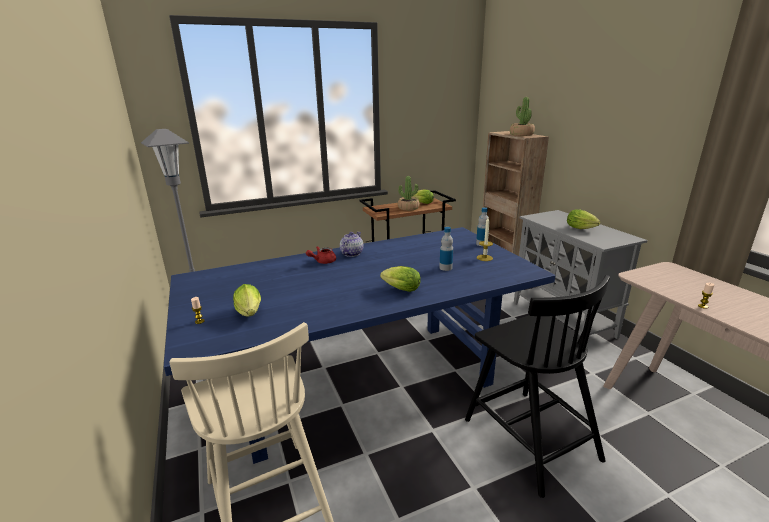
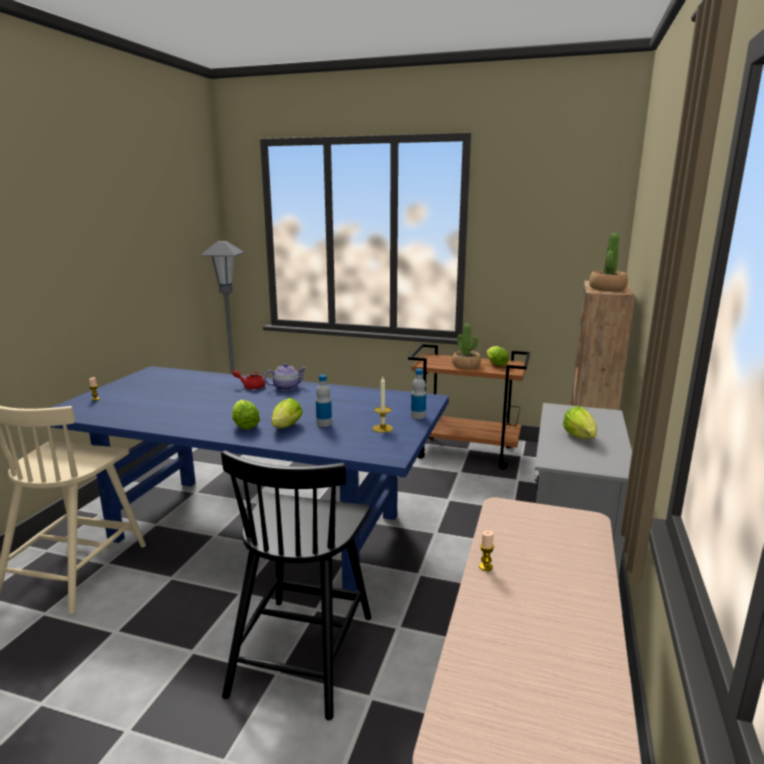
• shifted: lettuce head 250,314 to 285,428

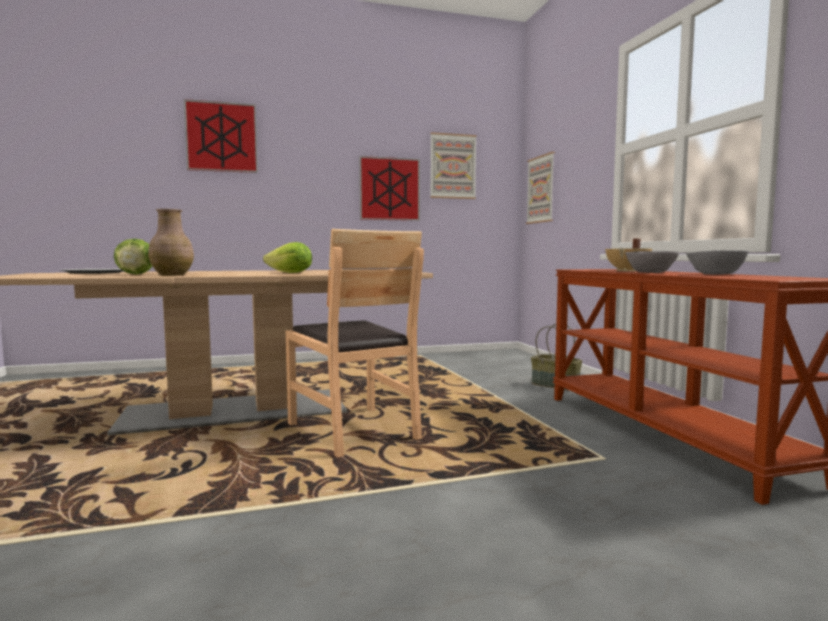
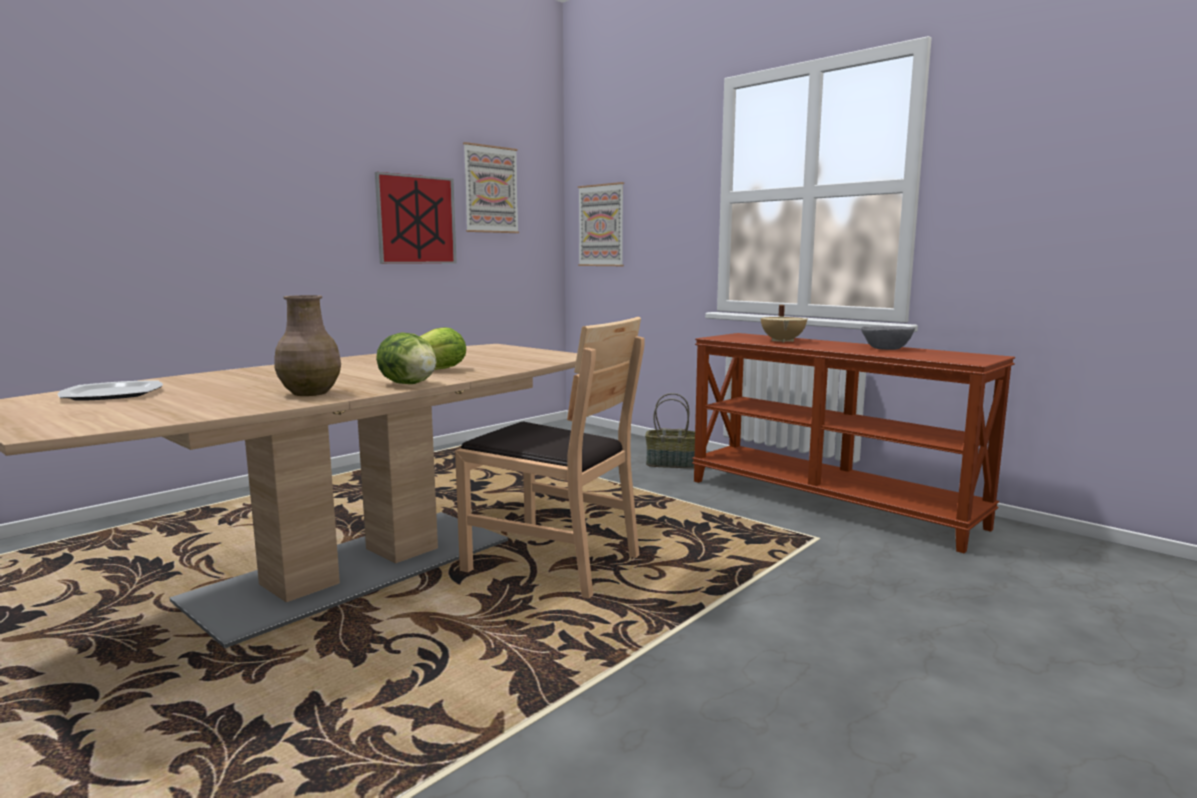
• shifted: lettuce head 135,274 to 409,384
• gone: wall art 221,137
• gone: gray deep dish 650,272

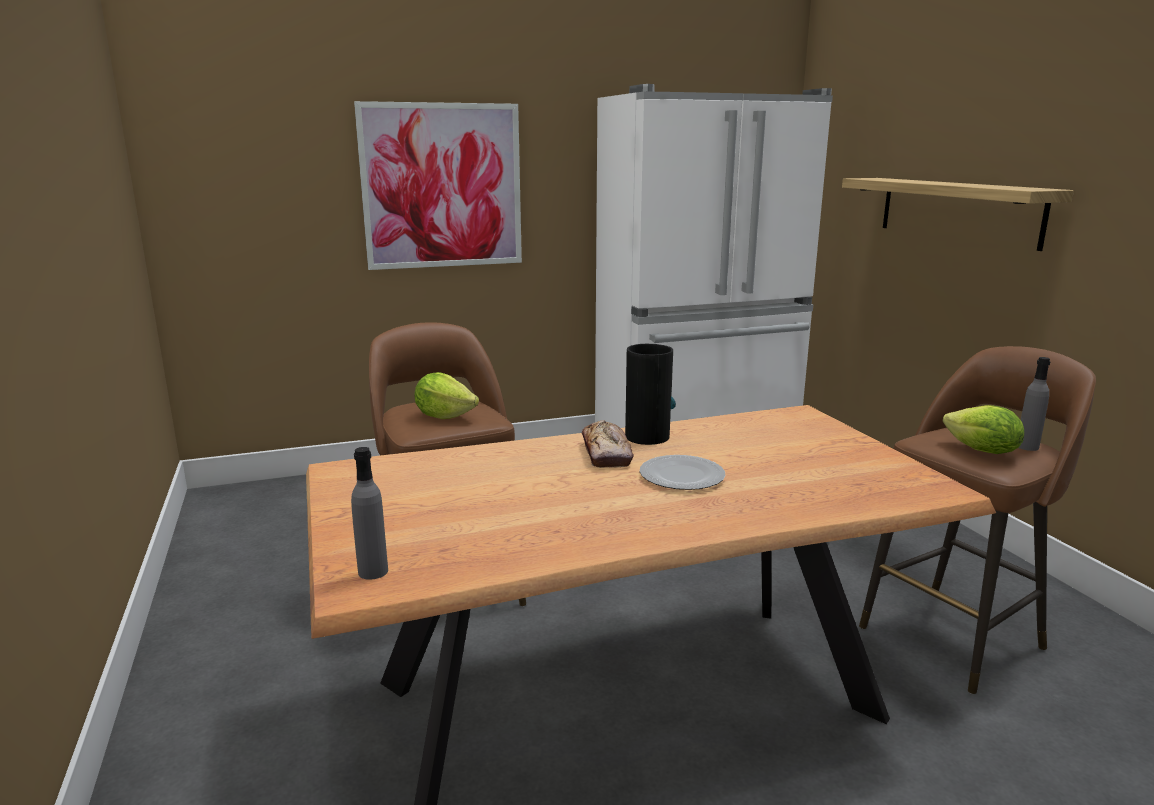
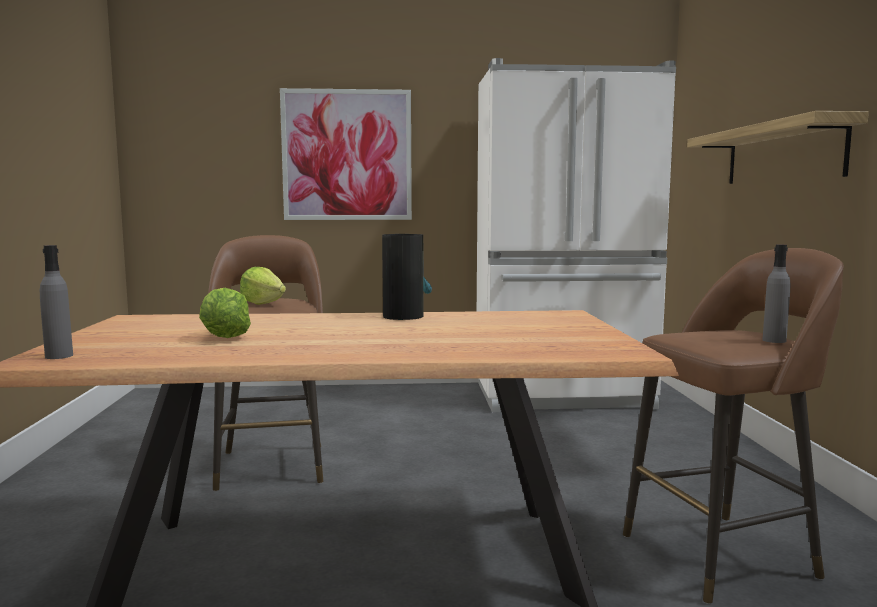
• gone: baked bread 606,454
• gone: flat dish 683,476
• shifted: lettuce head 982,451 to 224,337

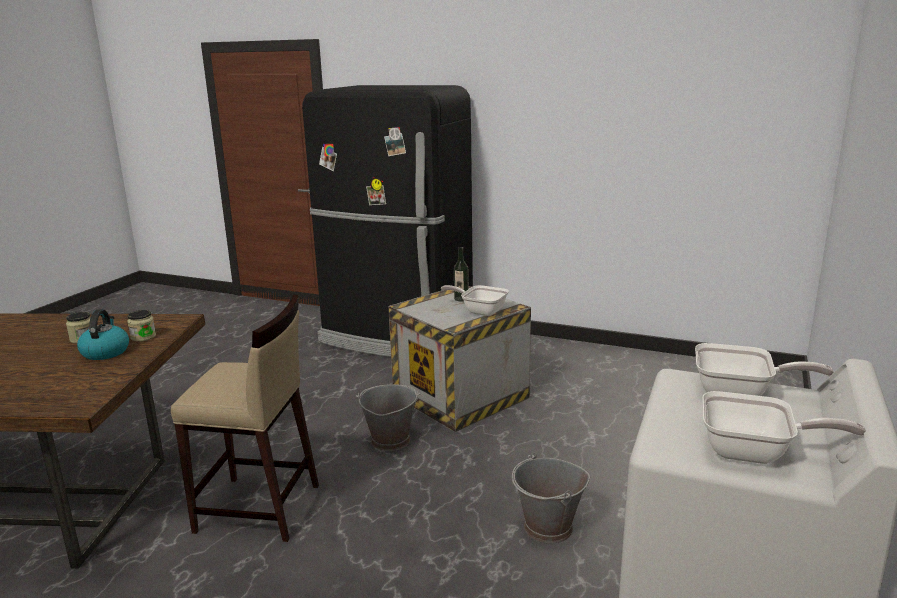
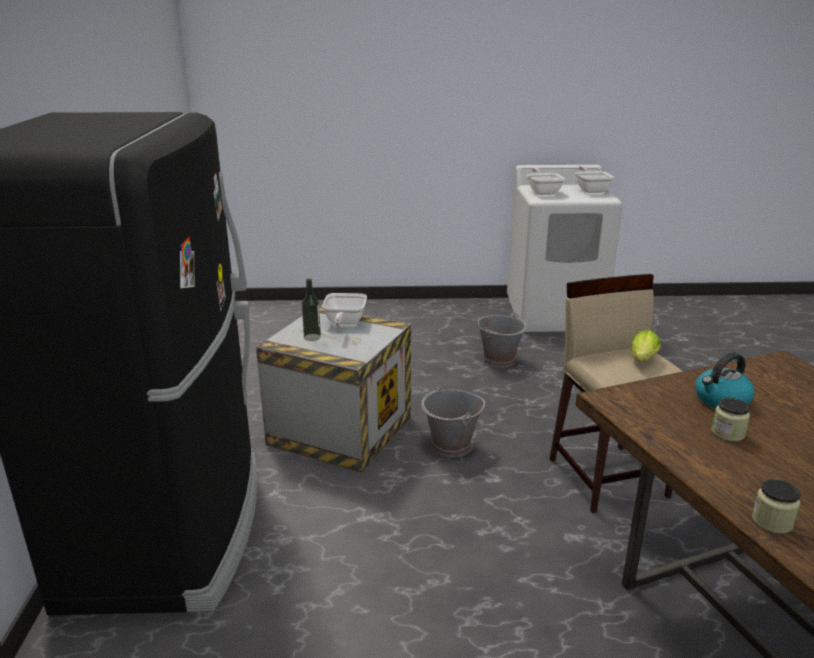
• shifted: jar 143,337 to 772,521
• new: lettuce head 642,361

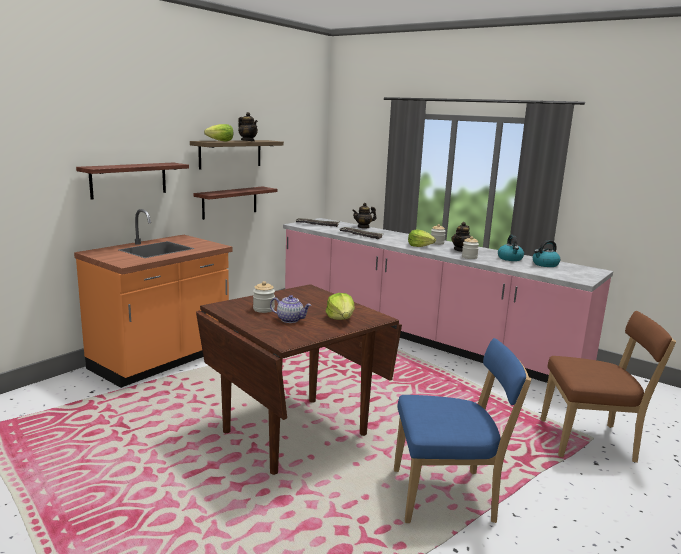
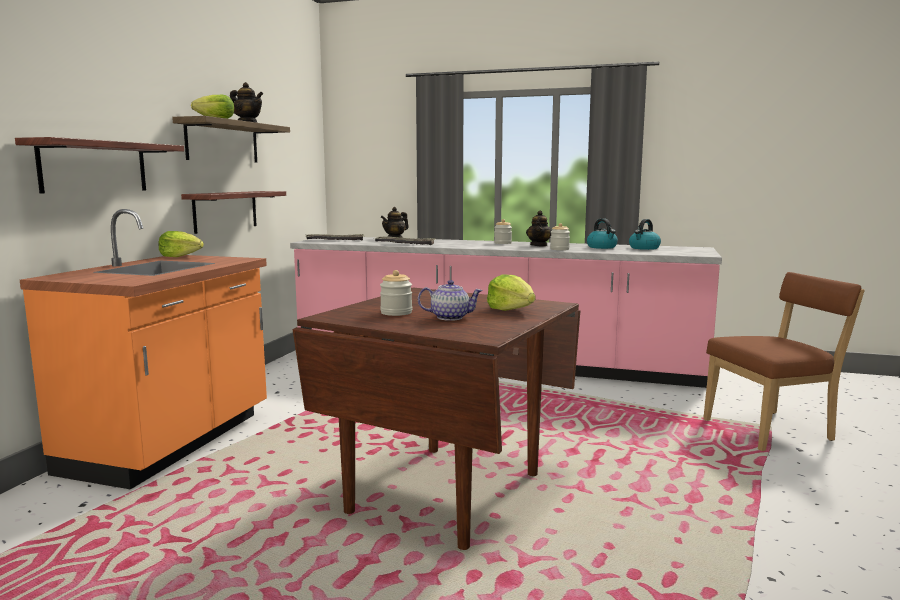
• gone: blue plain chair 448,496
• shifted: lettuce head 420,246 to 180,256

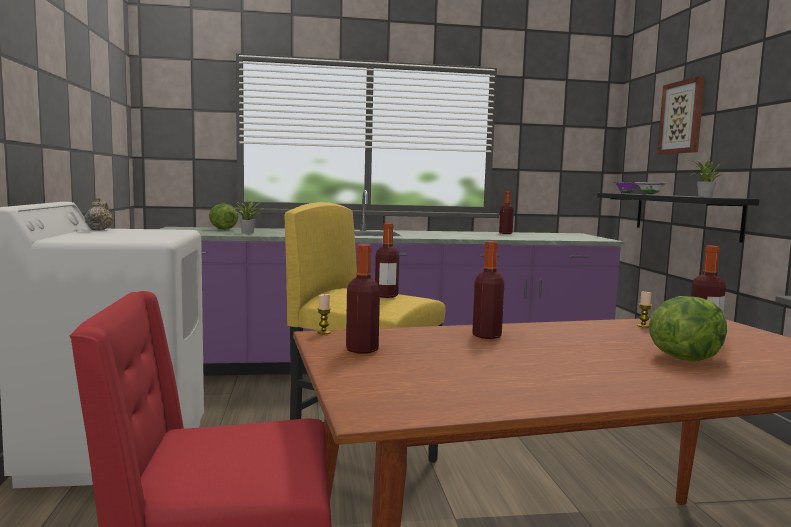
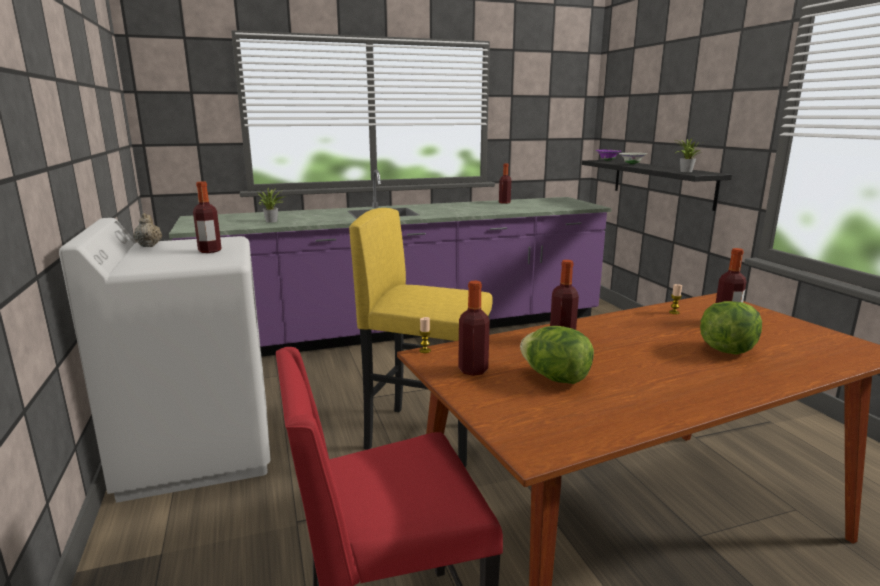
• shifted: lettuce head 222,229 to 555,378
• shifted: drink bottle 386,296 to 210,251
• gone: wall art 682,117

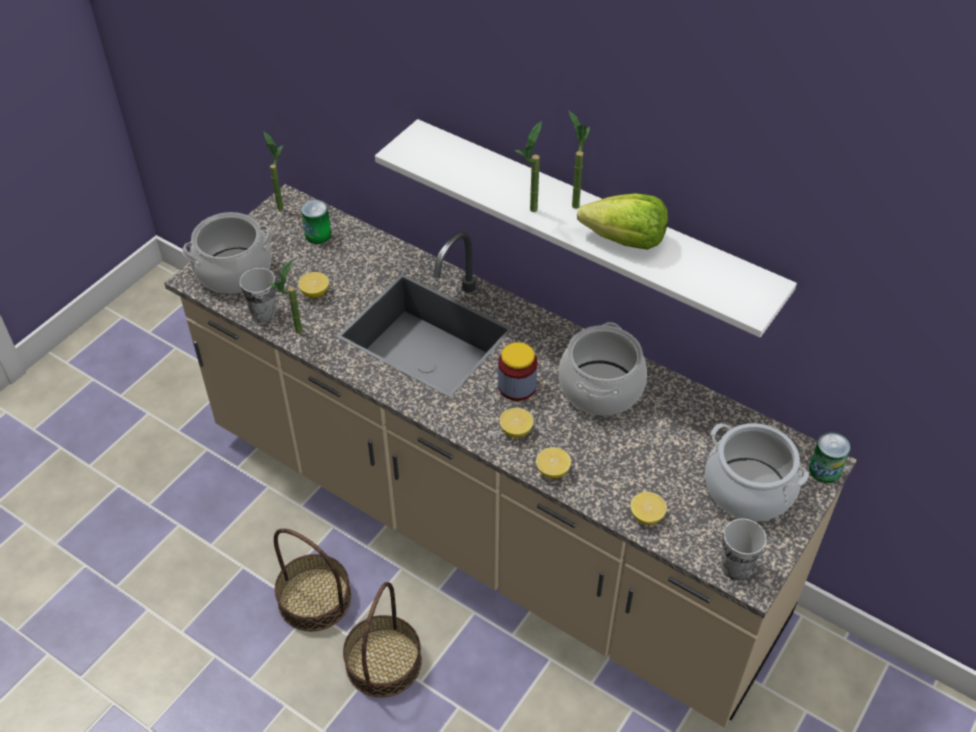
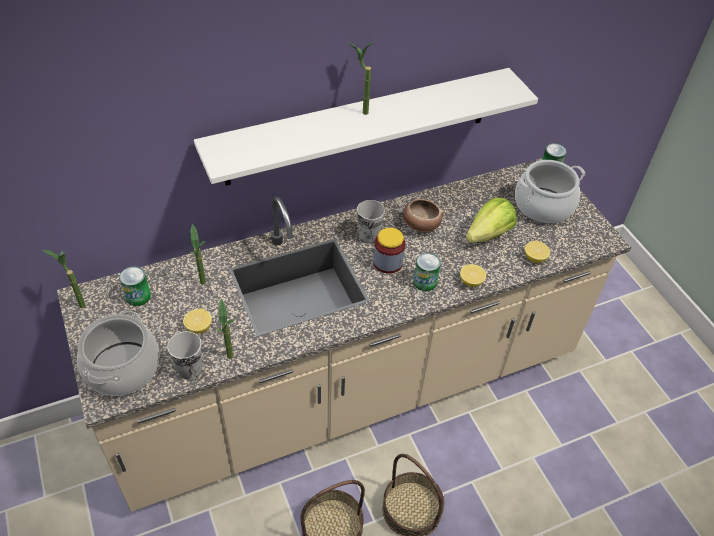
• swapped: whole lemon 516,430 to sealed can 425,282
• shifted: houseplant 530,214 to 205,286
• swapped: stockpot 600,388 to deep dish 420,225
• shifted: lettuce head 625,241 to 488,234
• shifted: cup 736,566 to 369,236

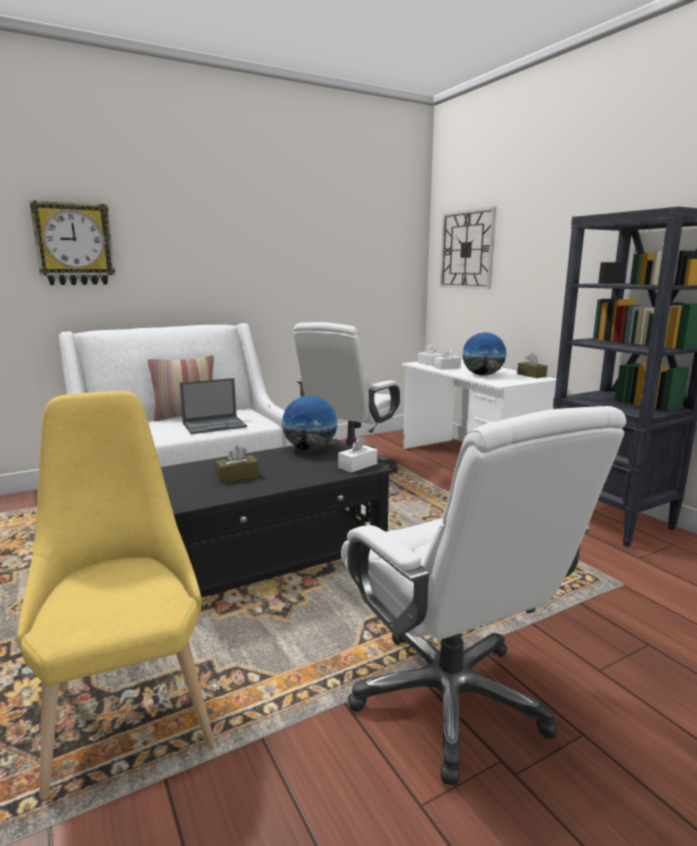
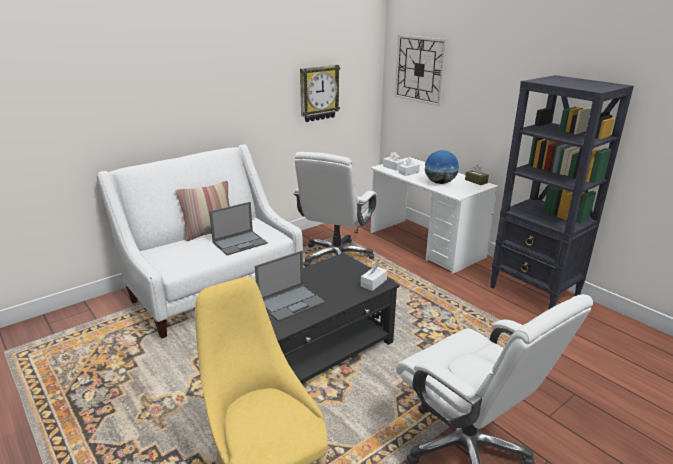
• shifted: clock on the wall 74,244 to 318,93
• swapped: brown-coloured box of tissues 237,476 to laptop 291,302
• gone: world globe 310,449

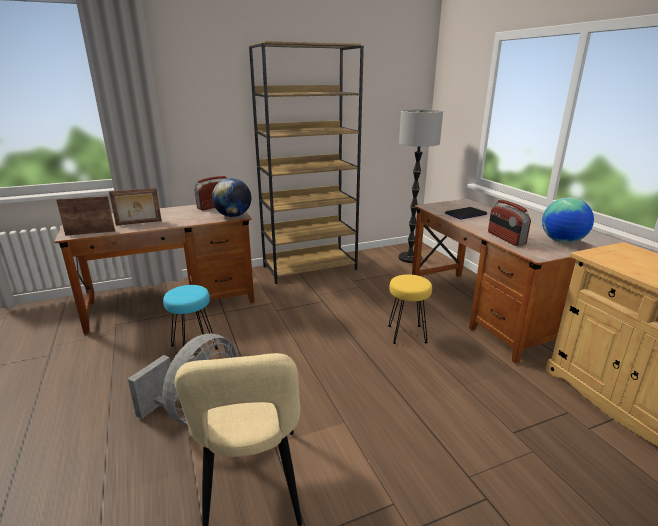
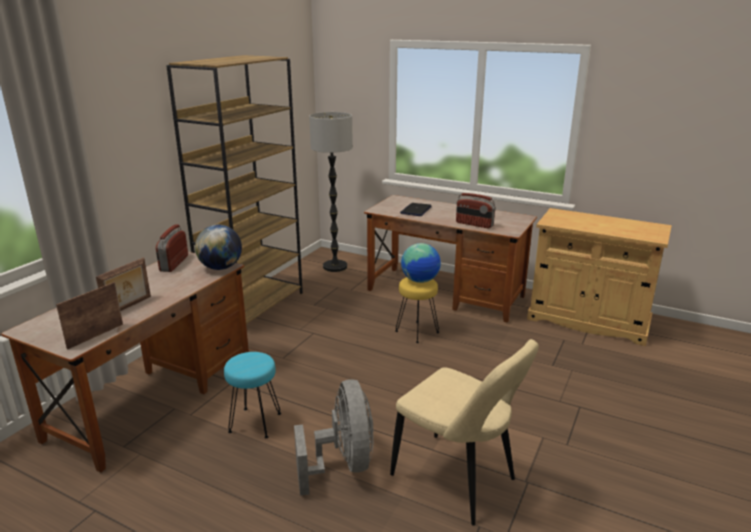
• shifted: world globe 562,241 to 420,281

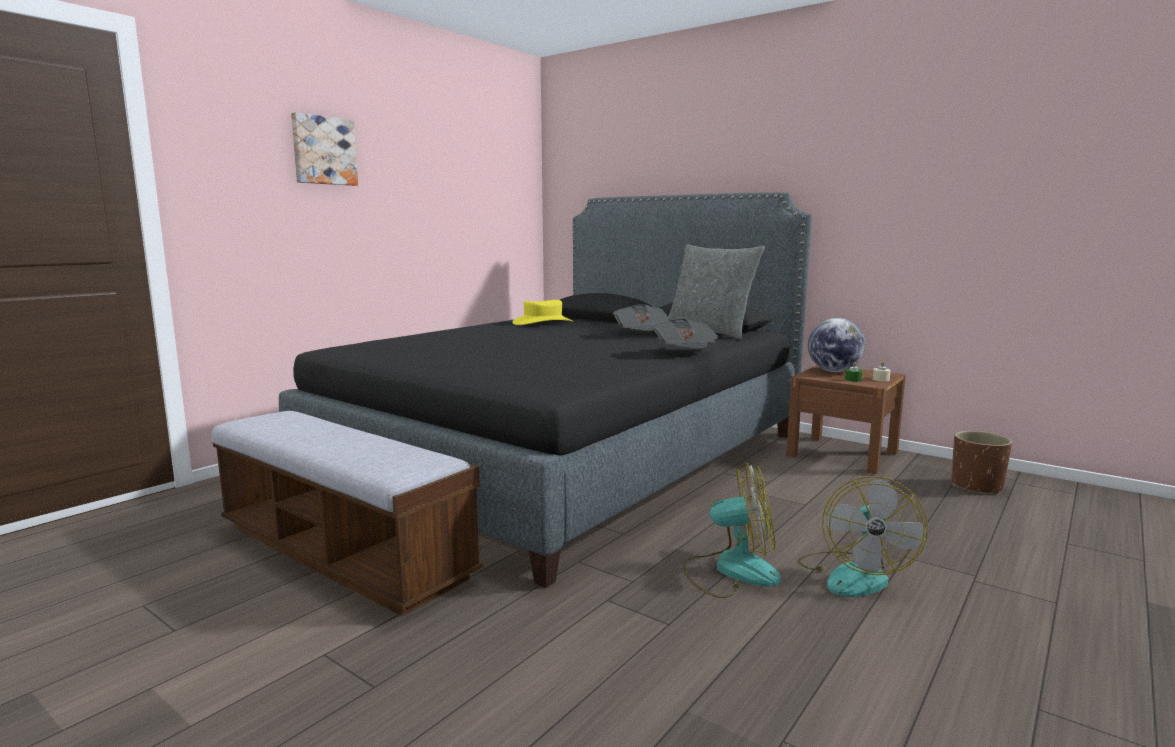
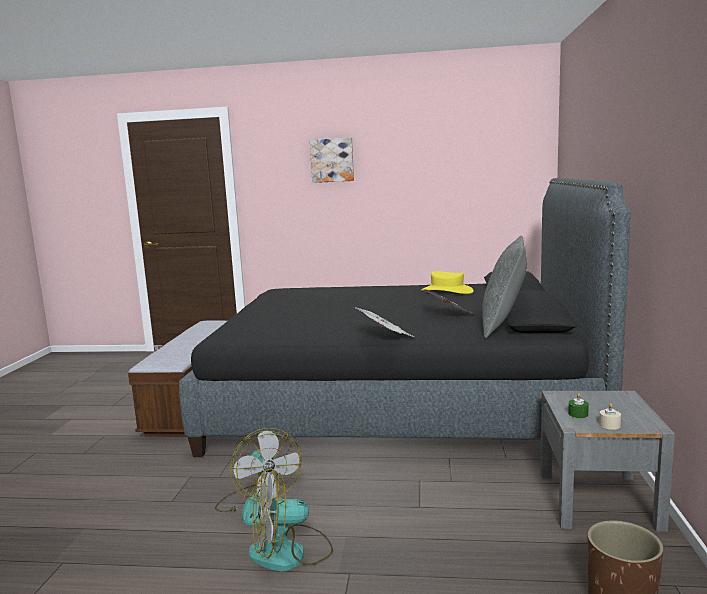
• repainted: brown-coloured nightstand 842,454 to gray nightstand 598,500
• gone: world globe 833,371

